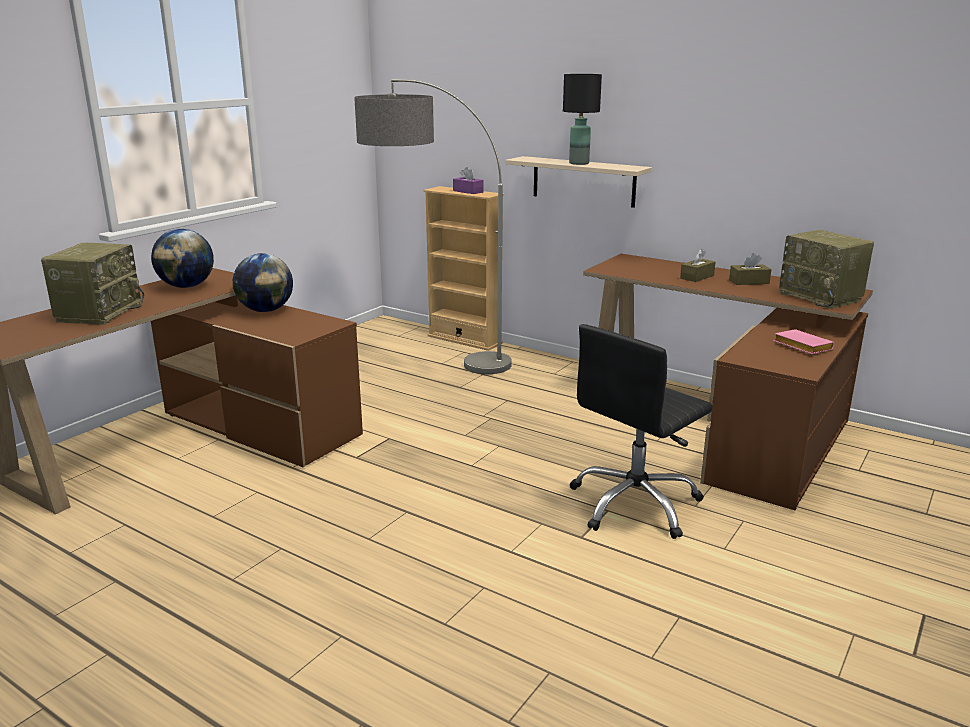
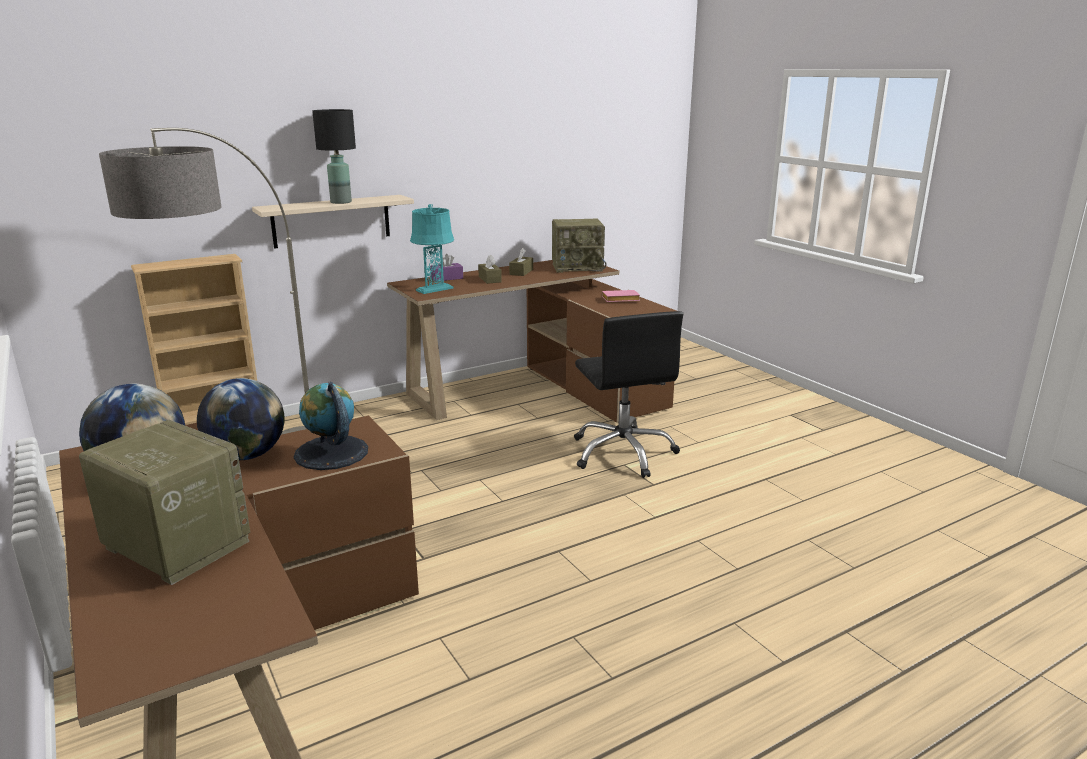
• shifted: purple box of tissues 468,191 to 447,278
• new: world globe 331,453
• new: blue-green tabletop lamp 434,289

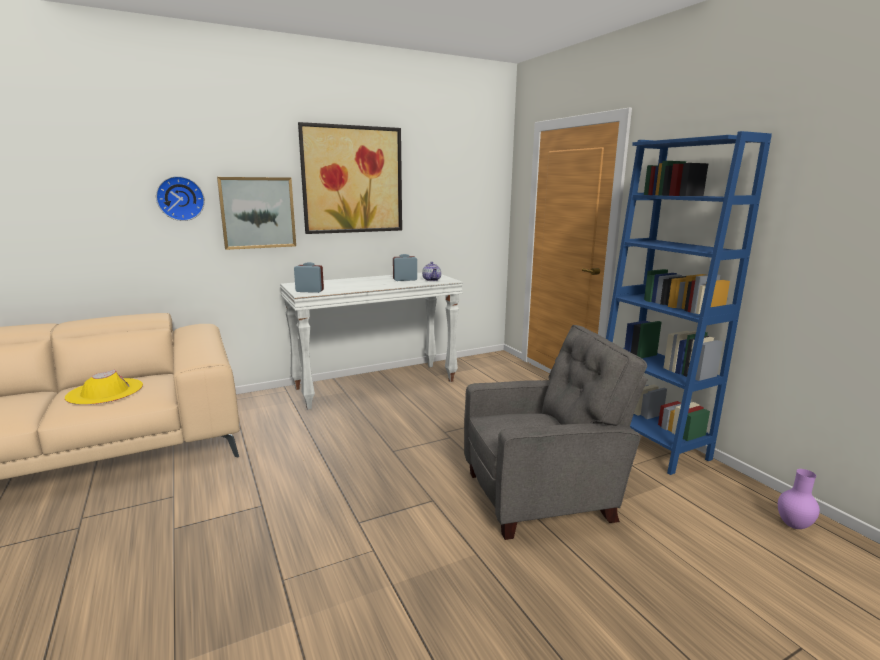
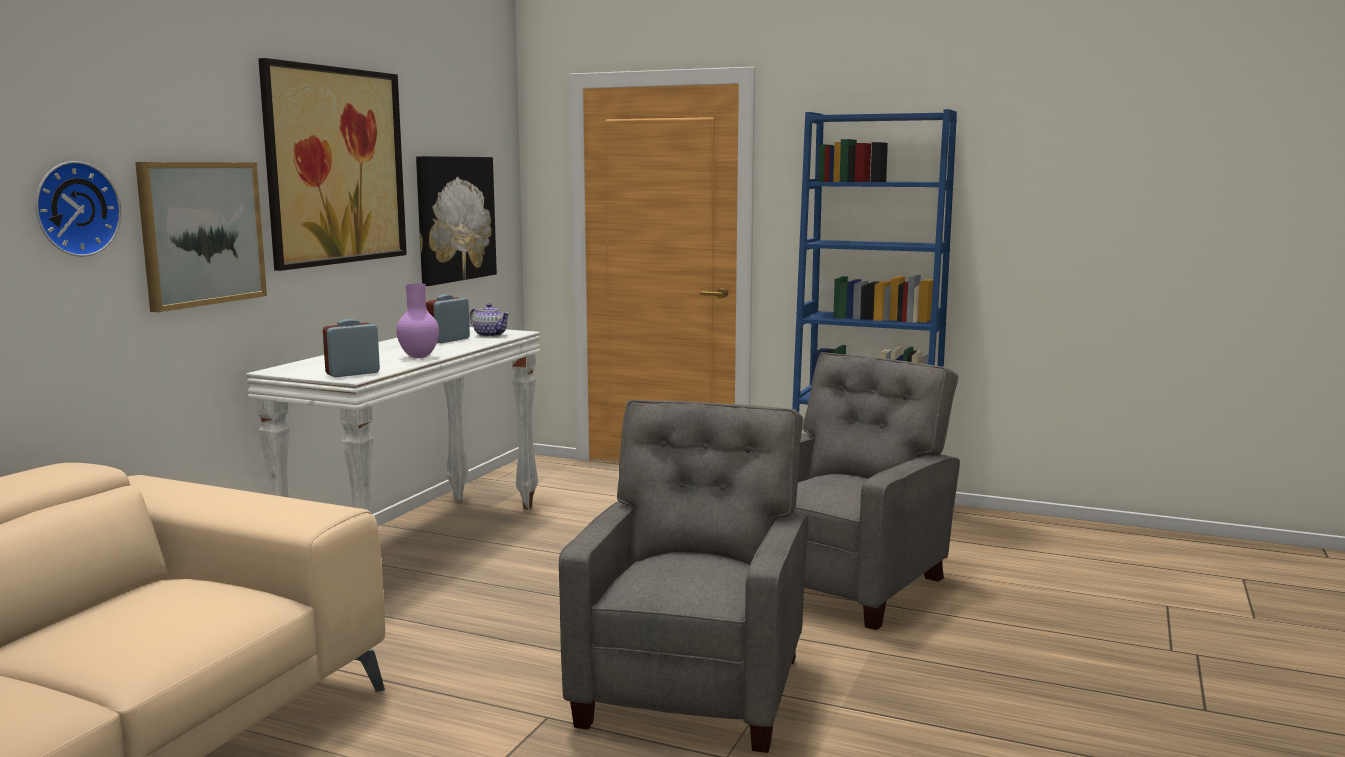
• gone: yellow wearable hat 105,391
• shifted: purple decorative vase 794,526 to 420,357
• new: wall art 454,218
• new: gray lounge chair 694,688

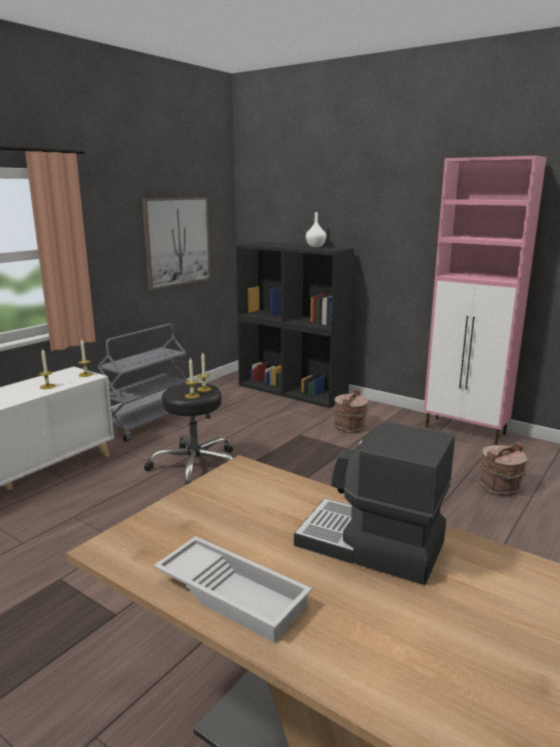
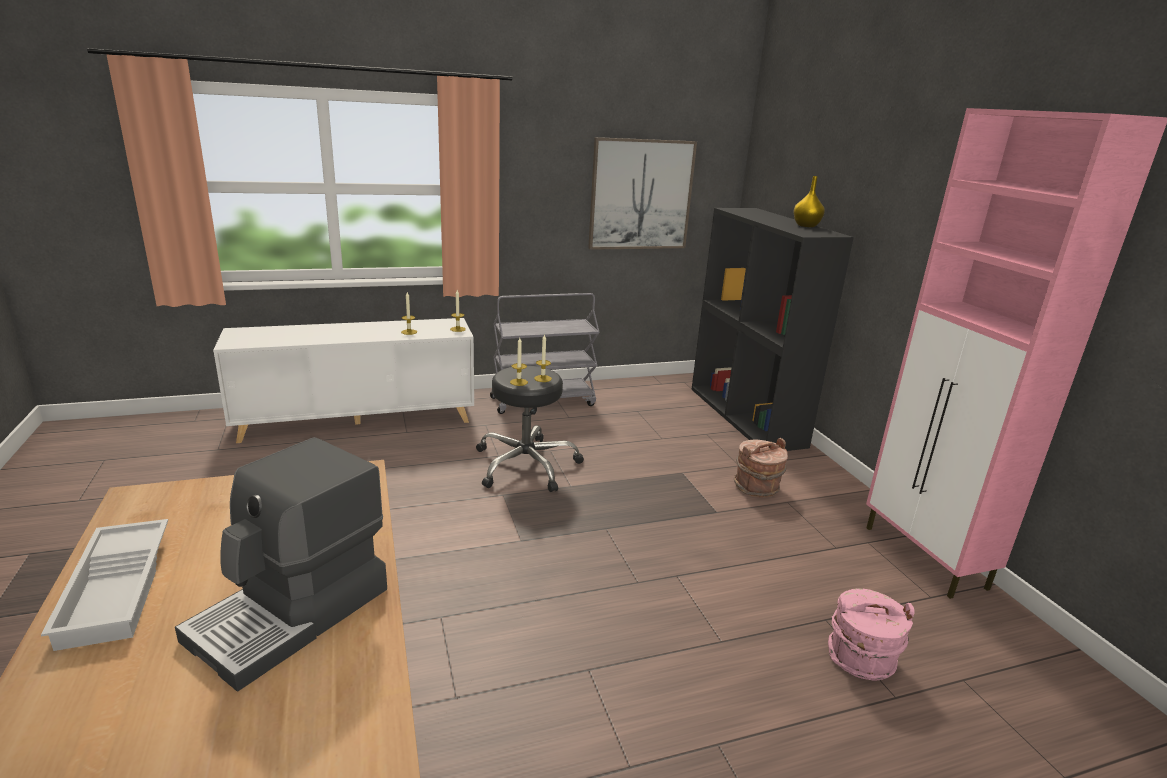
• rotated: coffee brewer 370,545 = 293,614 120 degrees counterclockwise
• repainted: whitish decorative vase 315,246 to yellow decorative vase 806,226
• repainted: brown-coloured bucket 499,488 to pinkish bucket 860,659

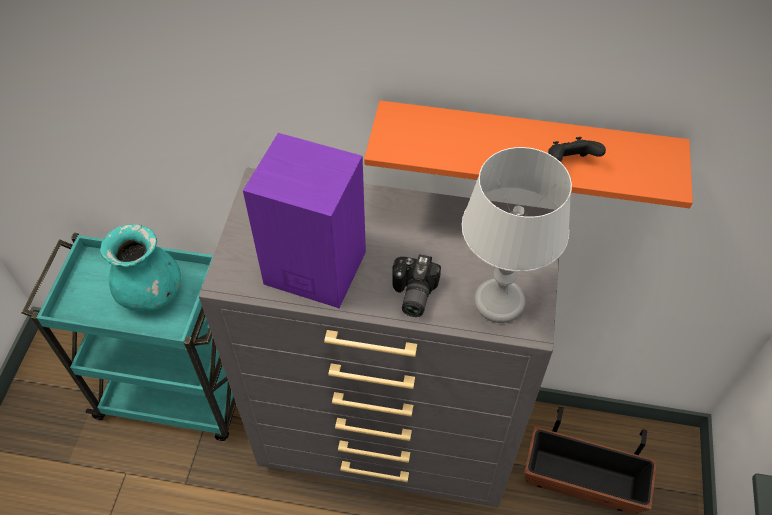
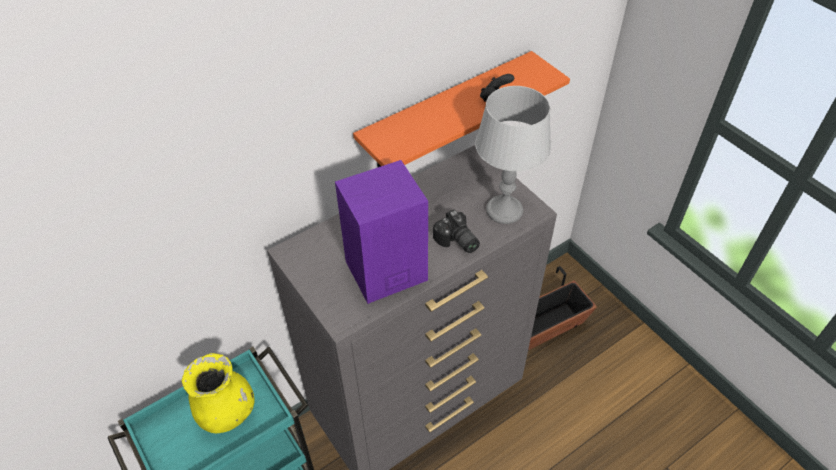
• repainted: blue-green decorative vase 151,293 to yellow decorative vase 226,412

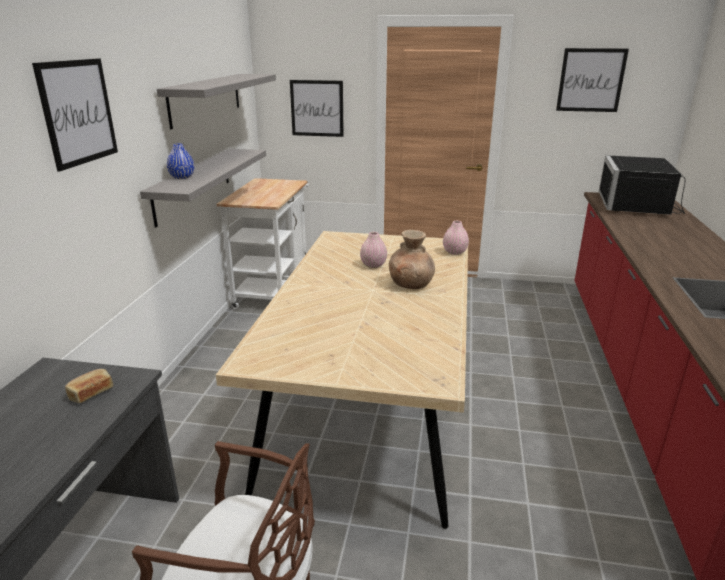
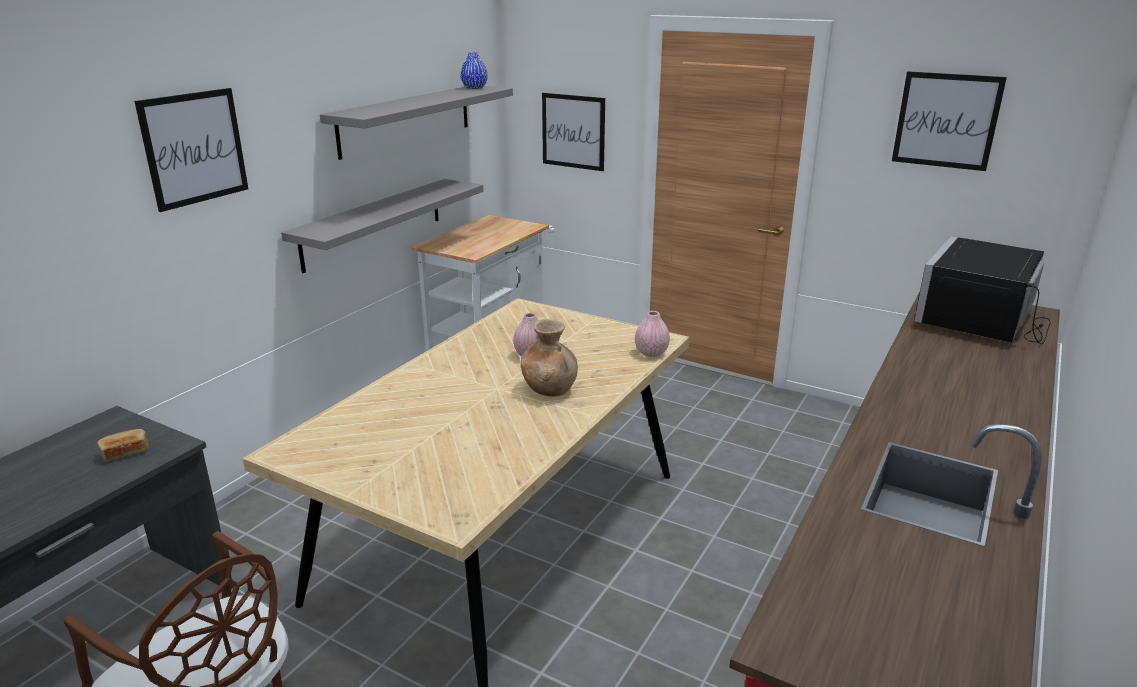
• shifted: blue decorative vase 182,177 to 474,88

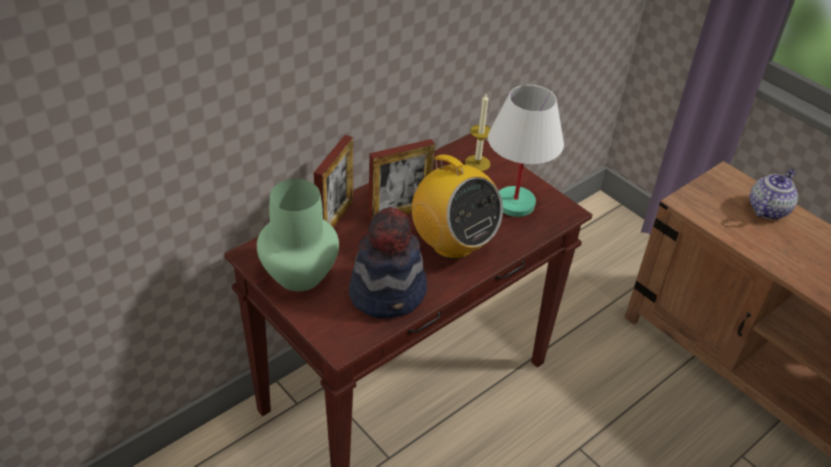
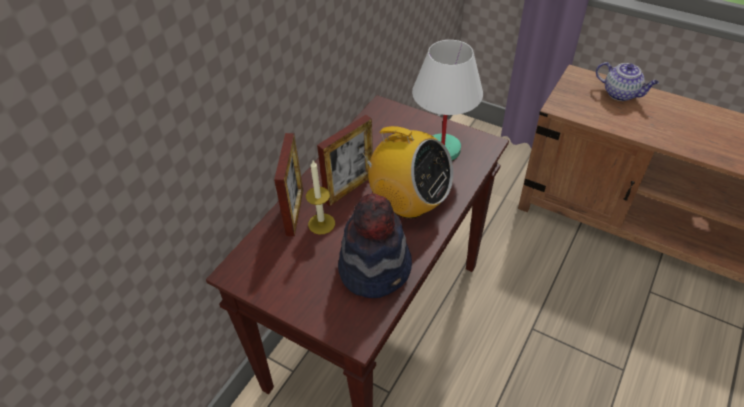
• gone: green decorative vase 300,276
• shifted: candle 477,163 to 321,224
• rotated: pot for tea 767,209 = 621,94 105 degrees clockwise

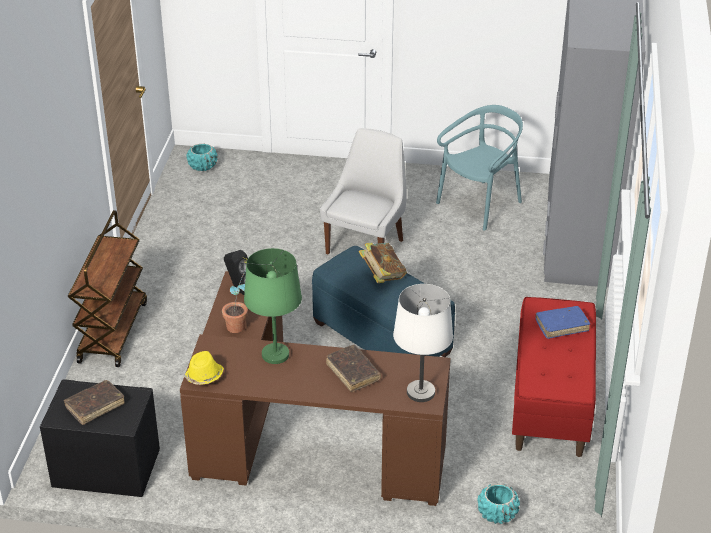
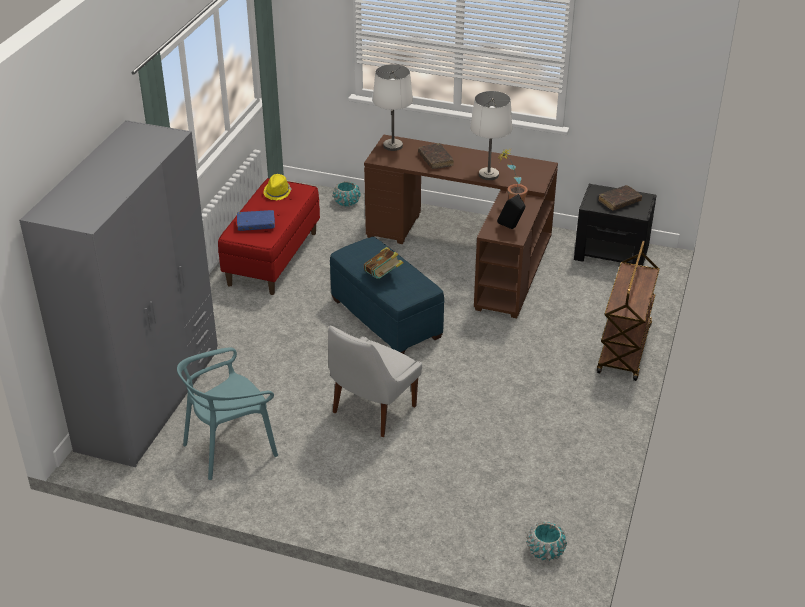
• shifted: yellow wearable hat 204,376 to 277,192
• repainted: green tabletop lamp 275,355 to whitish tabletop lamp 489,175

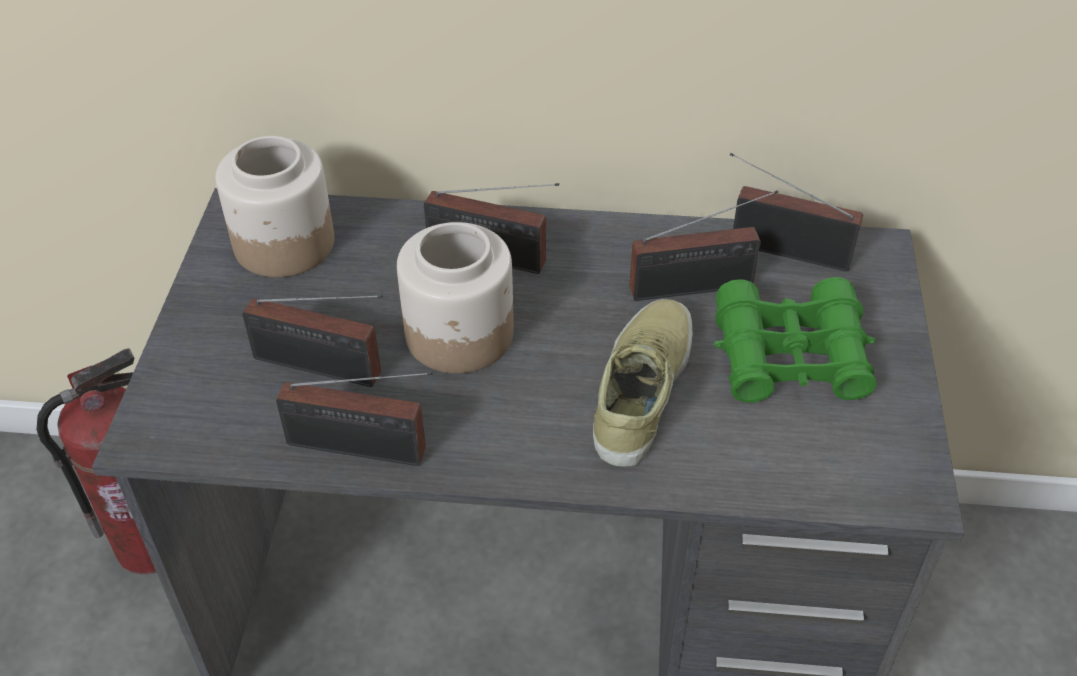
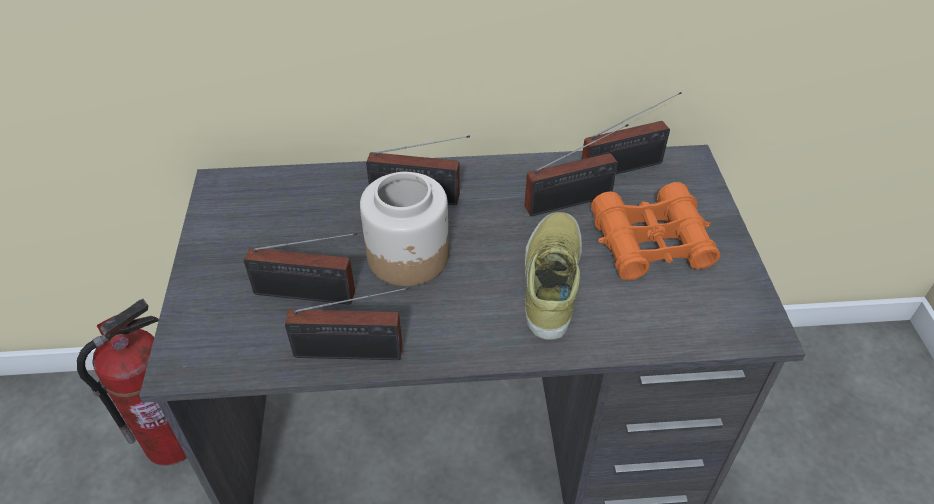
• gone: jar 283,243
• repainted: green field glasses 790,356 to orange-coloured field glasses 651,243
• rotated: radio receiver 784,249 = 626,167 150 degrees clockwise

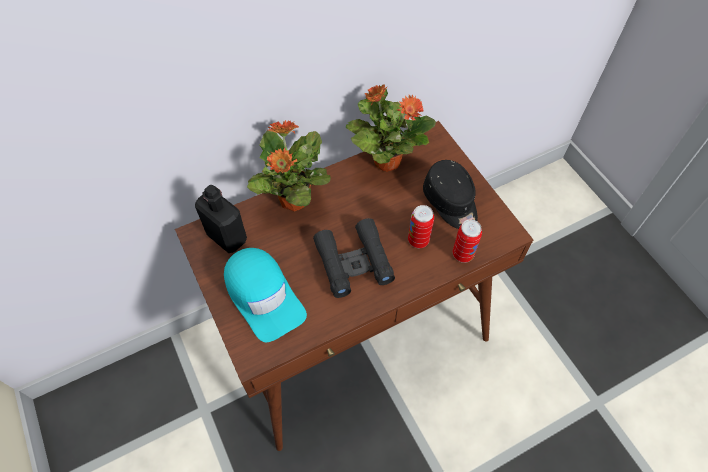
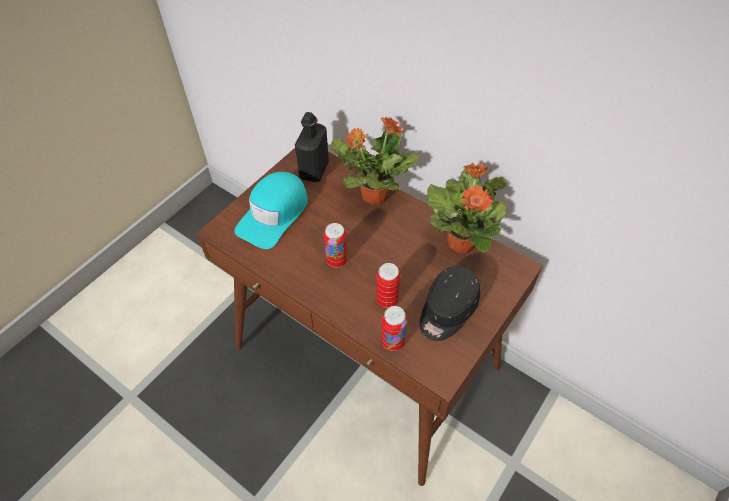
• swapped: blackish field glasses 354,262 to sealed can 336,260

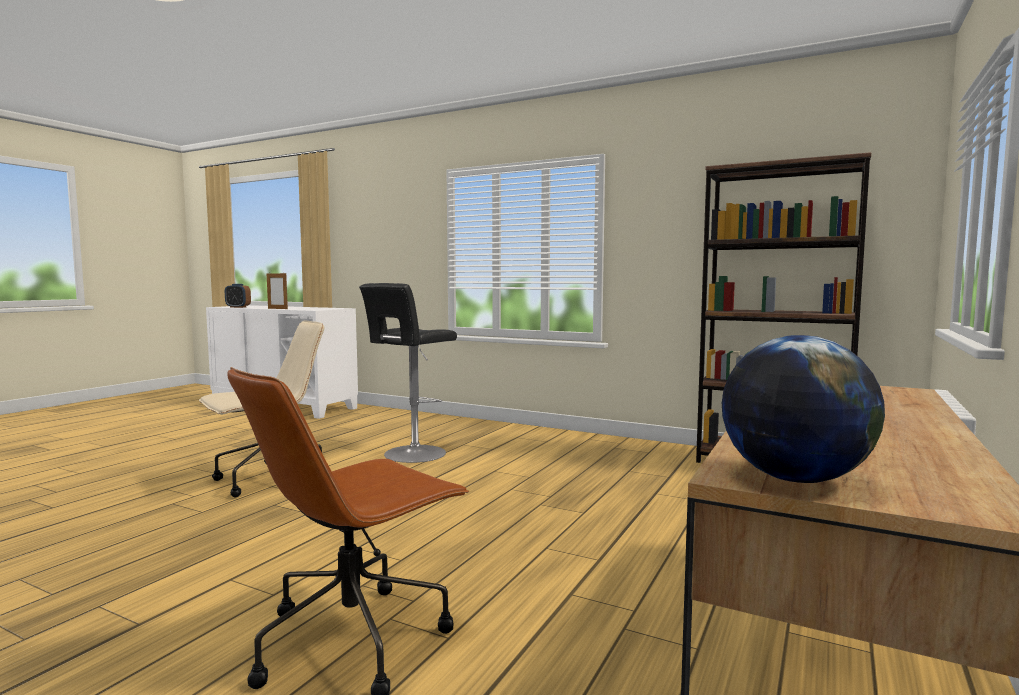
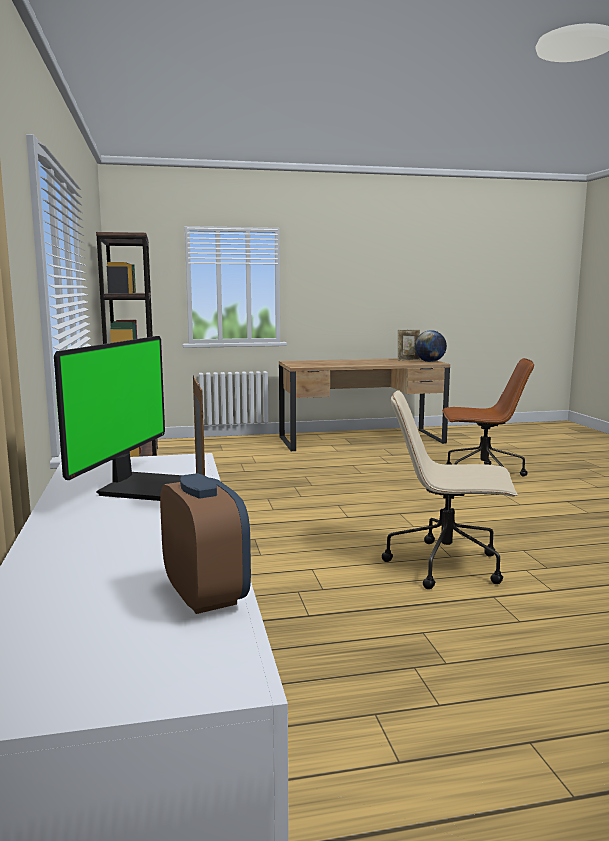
• gone: blackish sitting stool 412,454
• new: computer screen 143,487
• new: standing frame 408,360

